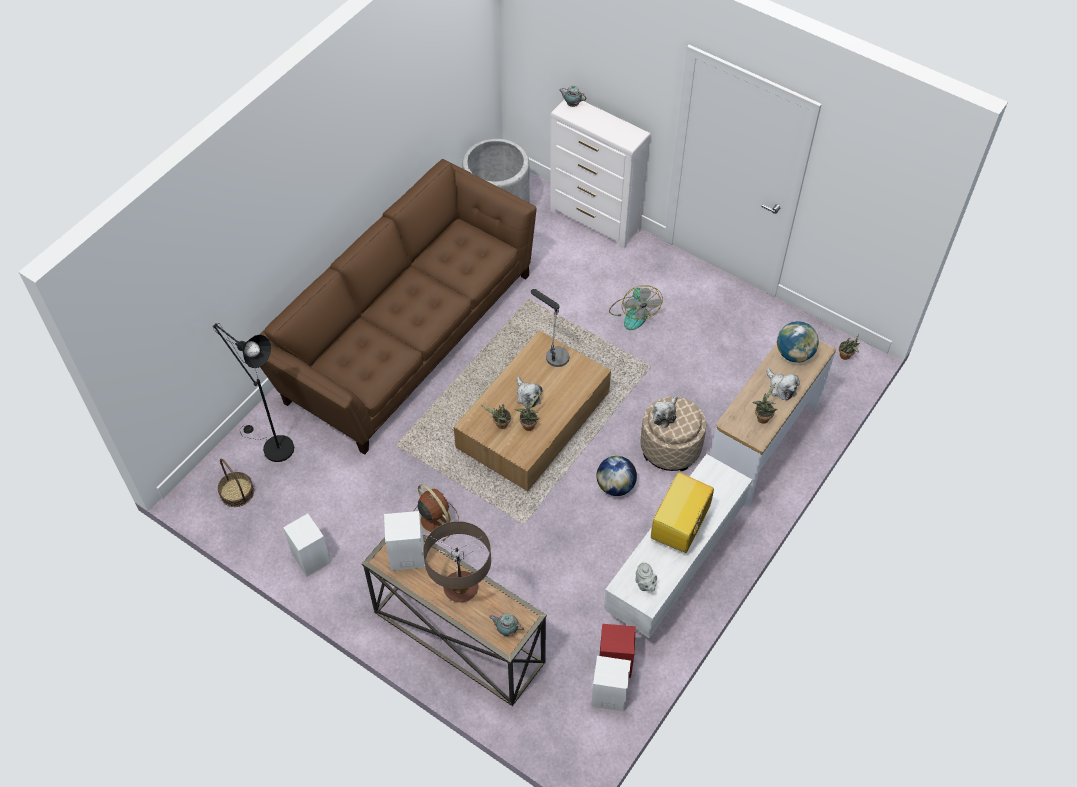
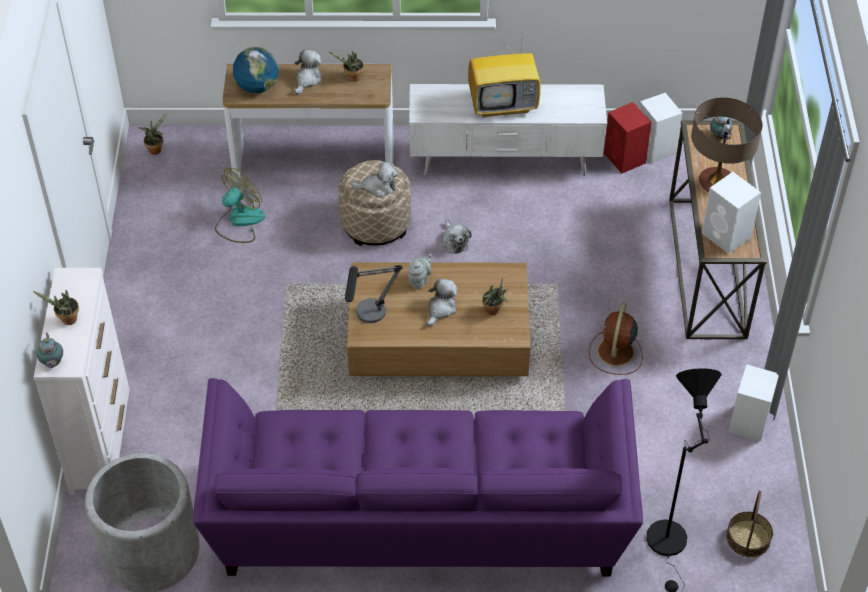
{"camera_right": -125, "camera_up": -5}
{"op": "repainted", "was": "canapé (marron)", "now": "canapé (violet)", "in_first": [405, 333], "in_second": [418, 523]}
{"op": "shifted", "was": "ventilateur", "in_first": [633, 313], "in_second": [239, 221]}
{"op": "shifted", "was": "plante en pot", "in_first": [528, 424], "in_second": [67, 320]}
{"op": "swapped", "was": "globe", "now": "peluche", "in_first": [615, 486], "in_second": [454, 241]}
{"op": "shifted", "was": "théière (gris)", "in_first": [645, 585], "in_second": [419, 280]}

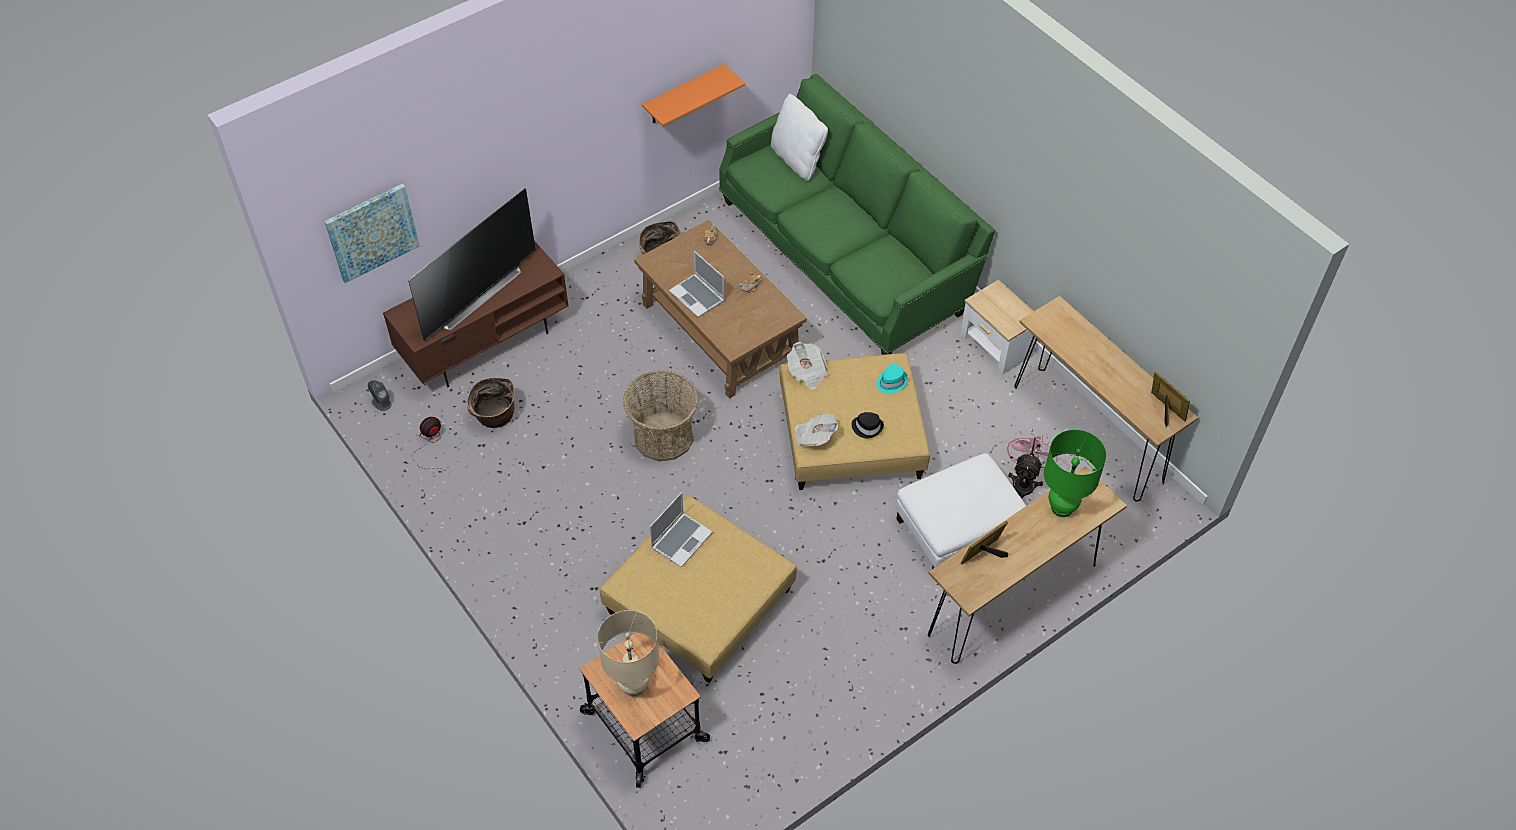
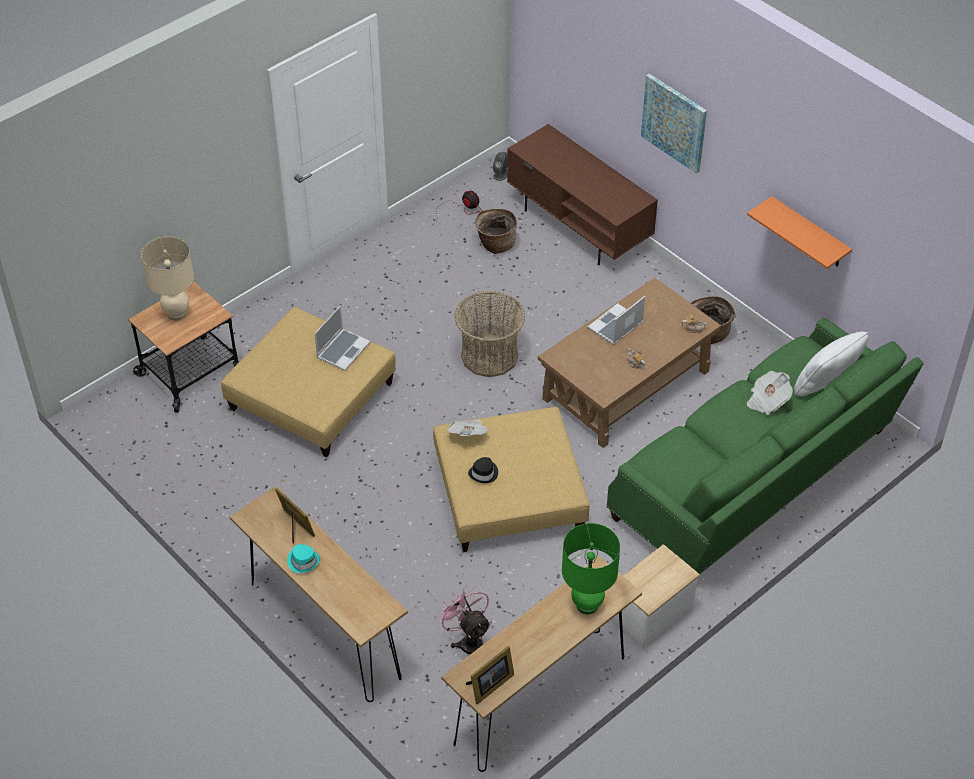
{"camera_right": 85, "camera_up": -5}
{"op": "shifted", "was": "tableau", "in_first": [372, 232], "in_second": [674, 122]}
{"op": "gone", "was": "téléviseur", "in_first": [477, 294]}
{"op": "shifted", "was": "journal", "in_first": [807, 372], "in_second": [767, 400]}
{"op": "shifted", "was": "chapeau (turquoise)", "in_first": [891, 381], "in_second": [303, 561]}
{"op": "rotated", "was": "ventilateur (rose)", "in_first": [1024, 482], "in_second": [468, 641], "clockwise": -135}
{"op": "shifted", "was": "lampe de table (vert)", "in_first": [1062, 508], "in_second": [587, 605]}
{"op": "gone", "was": "pouf (blanc)", "in_first": [958, 529]}
{"op": "rotated", "was": "ordinateur portable", "in_first": [681, 540], "in_second": [343, 350], "clockwise": -90}

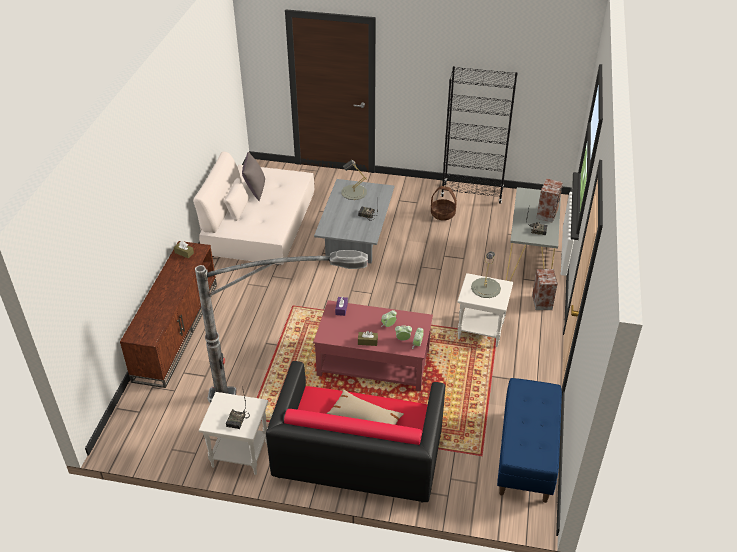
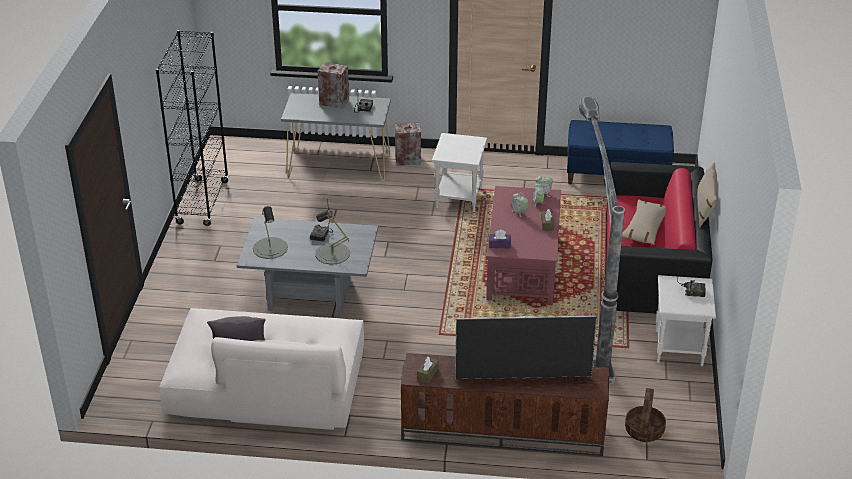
{"camera_right": -95, "camera_up": -5}
{"op": "shifted", "was": "panier", "in_first": [442, 214], "in_second": [644, 431]}
{"op": "shifted", "was": "lampe de table (gris)", "in_first": [485, 288], "in_second": [332, 253]}
{"op": "new", "now": "coussin (beige)", "in_second": [705, 207]}
{"op": "new", "now": "téléviseur", "in_second": [523, 377]}

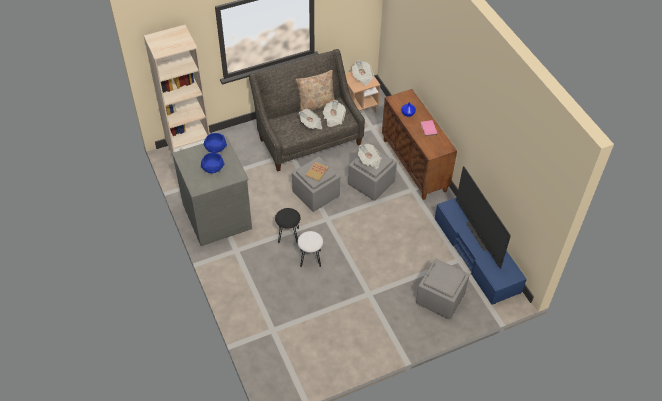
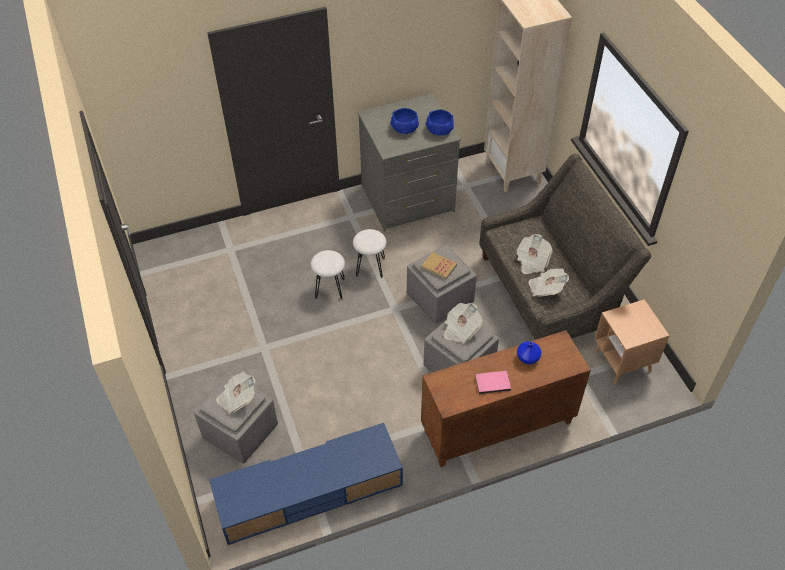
{"camera_right": 95, "camera_up": 0}
{"op": "shifted", "was": "journal", "in_first": [362, 77], "in_second": [237, 398]}
{"op": "gone", "was": "coussin (beige)", "in_first": [316, 105]}
{"op": "gone", "was": "téléviseur", "in_first": [478, 235]}
{"op": "repainted", "was": "tabouret (noir)", "now": "tabouret (blanc)", "in_first": [288, 235], "in_second": [370, 267]}

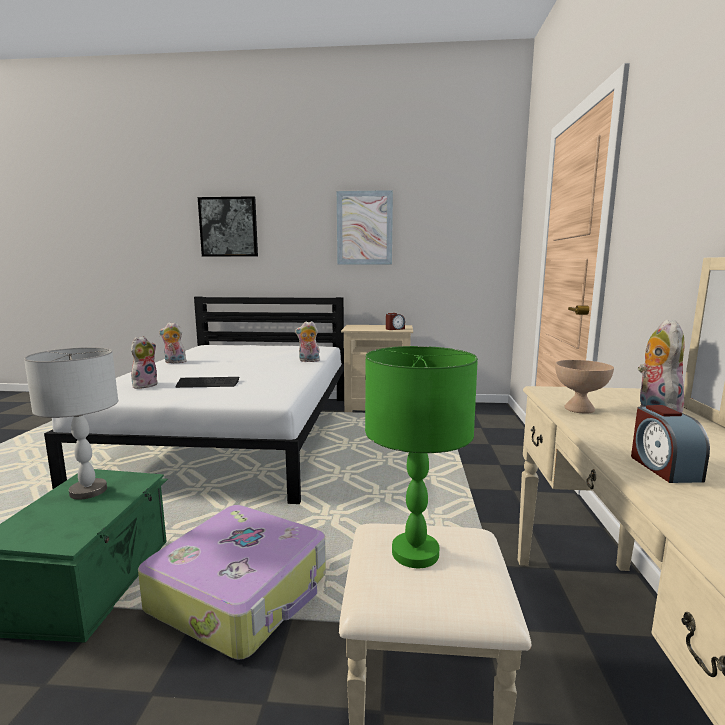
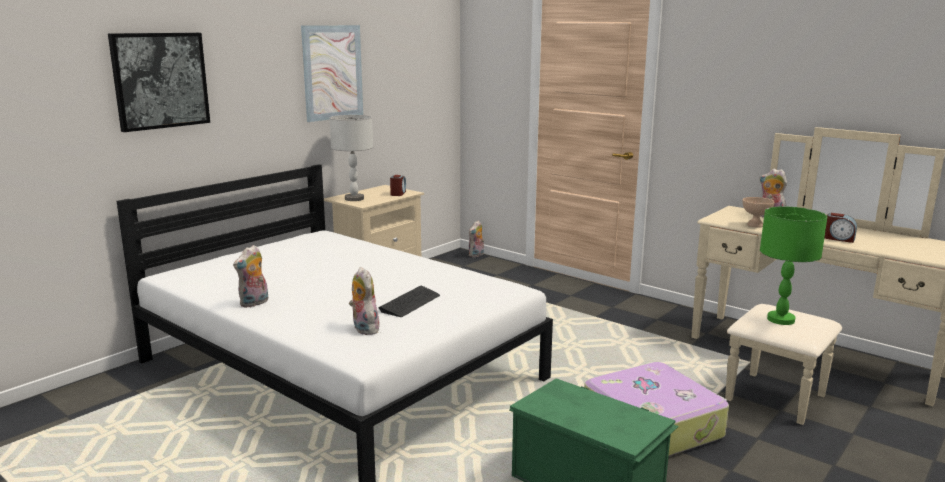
{"camera_right": -55, "camera_up": 5}
{"op": "shifted", "was": "peluche", "in_first": [308, 361], "in_second": [476, 255]}
{"op": "shifted", "was": "lampe de table (gris)", "in_first": [88, 491], "in_second": [354, 199]}

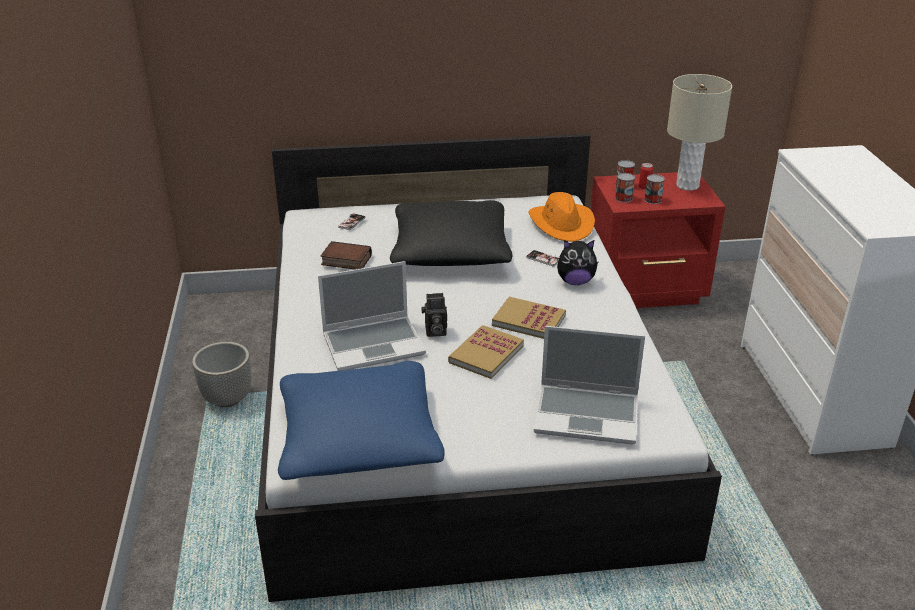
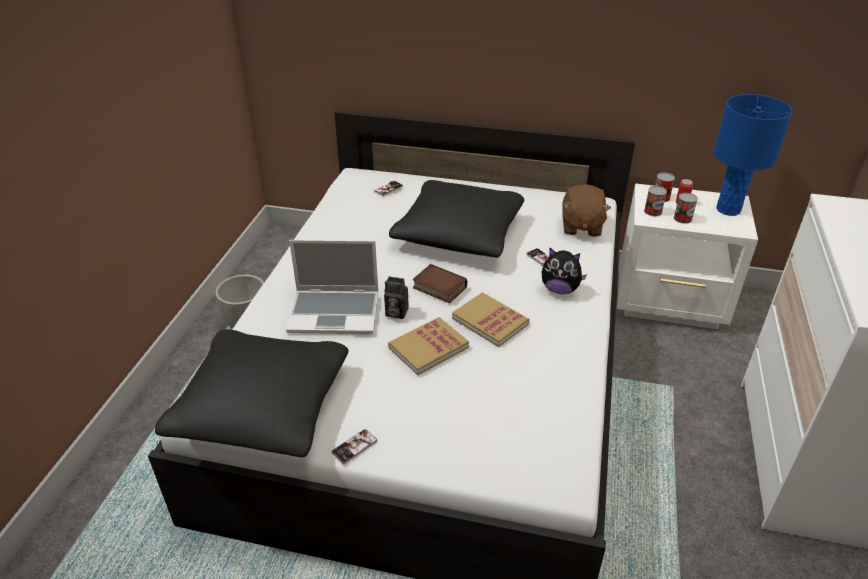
{"camera_right": 20, "camera_up": 5}
{"op": "repainted", "was": "lampe de table (beige)", "now": "lampe de table (bleu)", "in_first": [687, 185], "in_second": [728, 209]}
{"op": "repainted", "was": "table de chevet (rouge)", "now": "table de chevet (blanc)", "in_first": [647, 290], "in_second": [671, 303]}
{"op": "swapped", "was": "chapeau (orange)", "now": "peluche (marron)", "in_first": [562, 224], "in_second": [581, 226]}
{"op": "shifted", "was": "livre", "in_first": [345, 261], "in_second": [438, 288]}
{"op": "gone", "was": "ordinateur portable", "in_first": [588, 415]}
{"op": "repainted", "was": "coussin (bleu)", "now": "coussin (noir)", "in_first": [359, 439], "in_second": [262, 407]}
{"op": "new", "now": "téléphone", "in_second": [354, 447]}

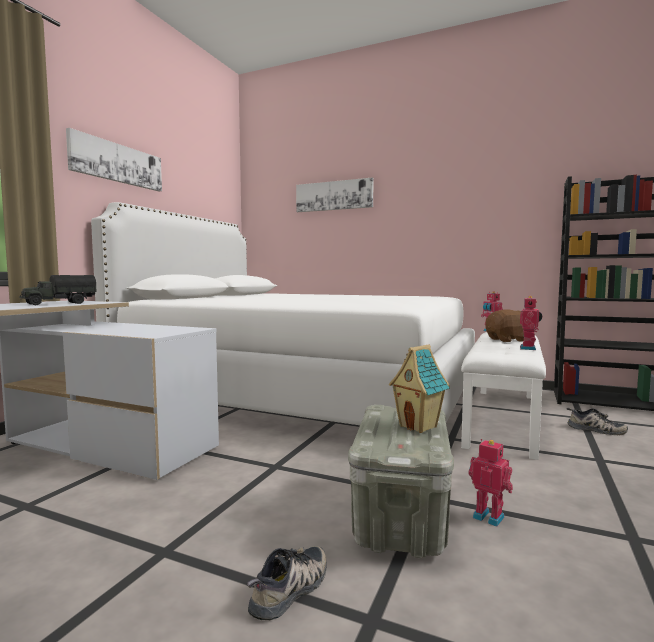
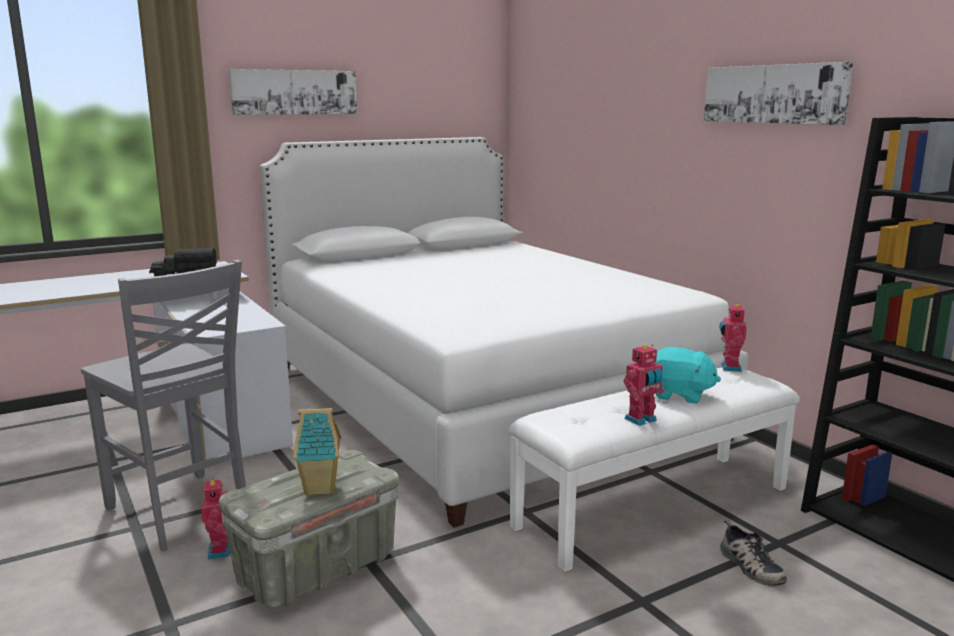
{"camera_right": 35, "camera_up": 10}
{"op": "shifted", "was": "tableau", "in_first": [334, 196], "in_second": [774, 94]}
{"op": "repainted", "was": "peluche (marron)", "now": "peluche (turquoise)", "in_first": [508, 340], "in_second": [679, 395]}
{"op": "shifted", "was": "robot jouet", "in_first": [489, 516], "in_second": [221, 551]}
{"op": "gone", "was": "chaussure", "in_first": [291, 590]}
{"op": "new", "now": "chaise (gris)", "in_second": [180, 512]}

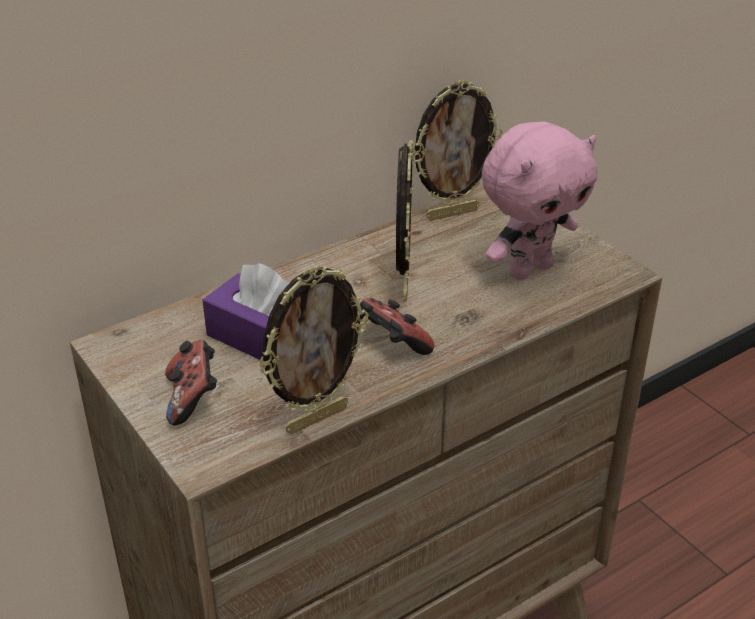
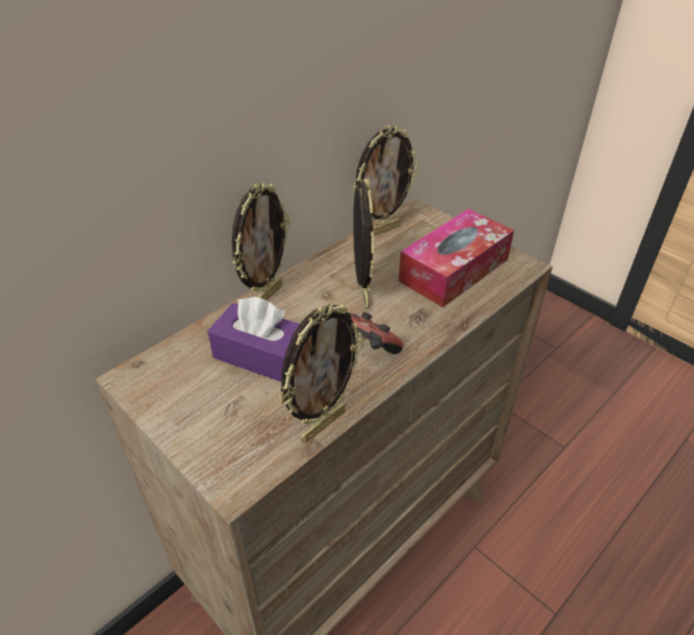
{"camera_right": -10, "camera_up": 5}
{"op": "swapped", "was": "peluche (rose)", "now": "boîte à mouchoirs", "in_first": [529, 269], "in_second": [454, 270]}
{"op": "gone", "was": "manette", "in_first": [193, 399]}
{"op": "new", "now": "cadre photo", "in_second": [266, 296]}

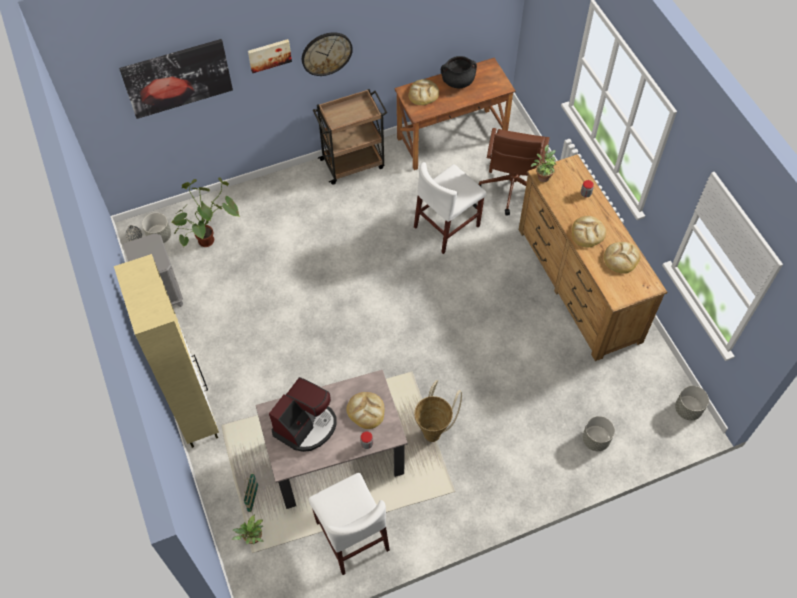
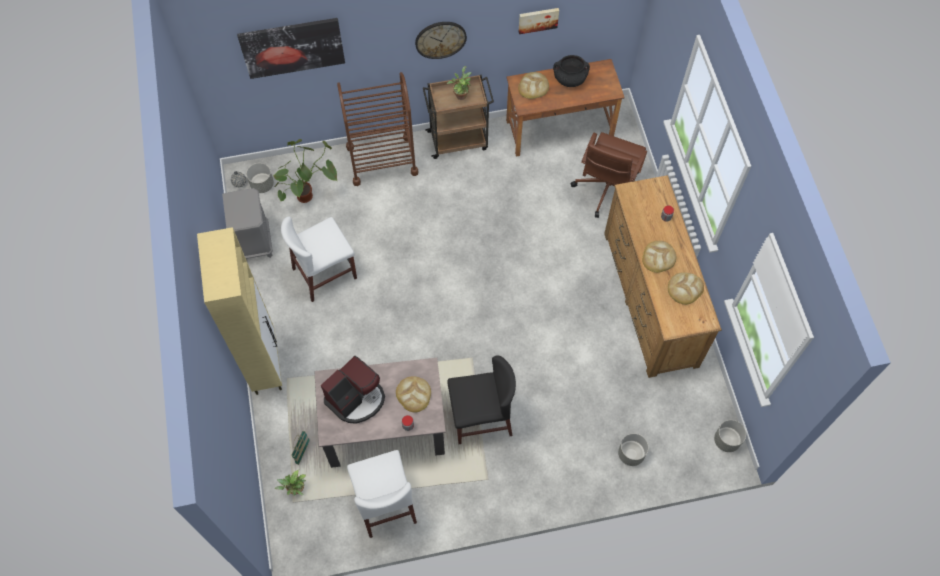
{"camera_right": 10, "camera_up": 5}
{"op": "shifted", "was": "tableau", "in_first": [269, 55], "in_second": [538, 19]}
{"op": "shifted", "was": "plante en pot", "in_first": [542, 176], "in_second": [460, 94]}
{"op": "shifted", "was": "chaise (blanc)", "in_first": [447, 226], "in_second": [324, 273]}
{"op": "swapped", "was": "panier", "now": "chaise (noir)", "in_first": [434, 430], "in_second": [481, 418]}
{"op": "new", "now": "chariot (marron)", "in_second": [382, 160]}

